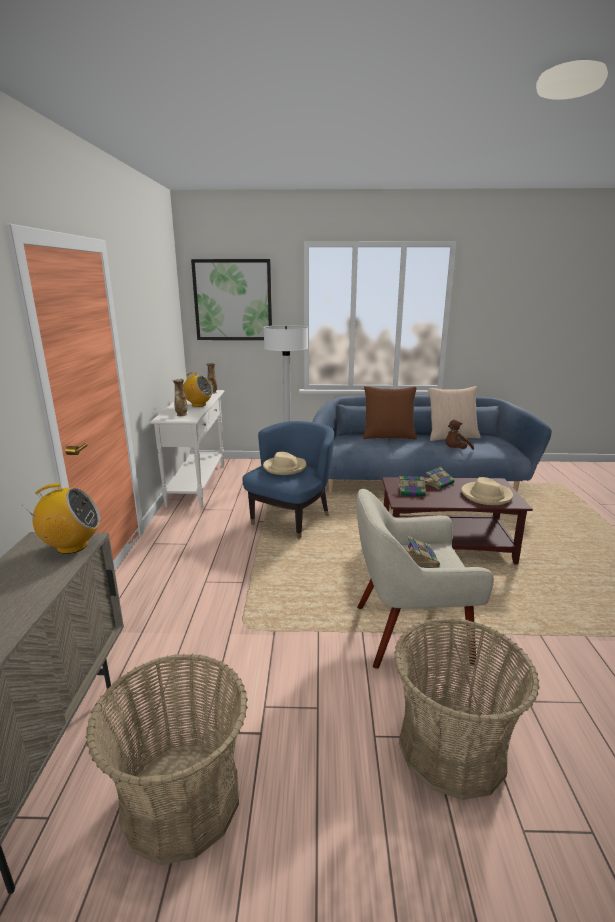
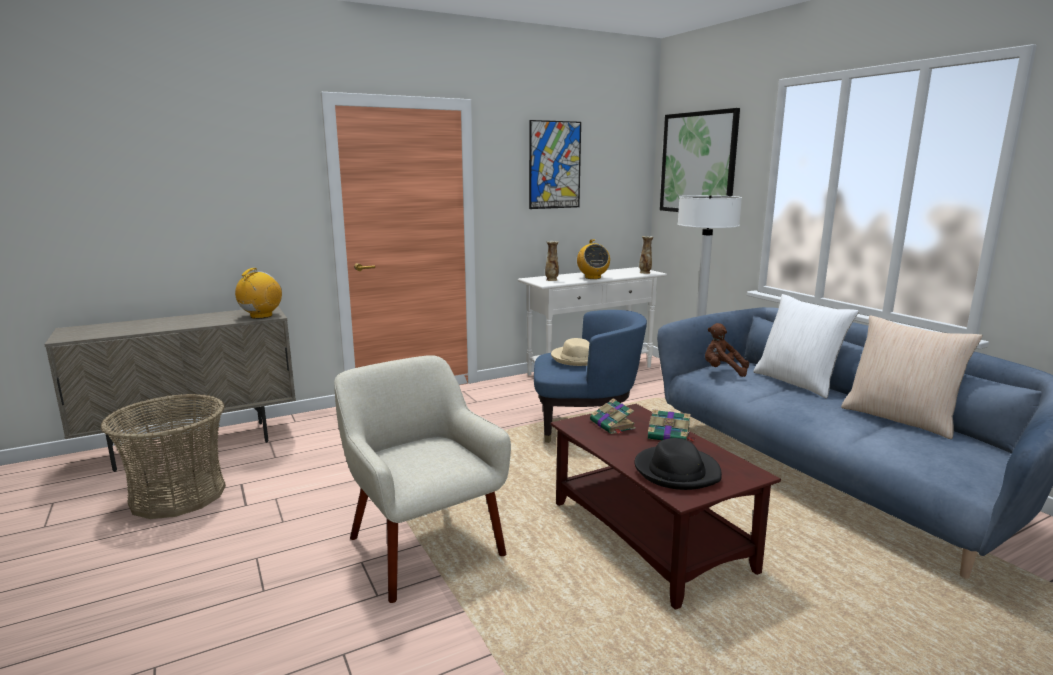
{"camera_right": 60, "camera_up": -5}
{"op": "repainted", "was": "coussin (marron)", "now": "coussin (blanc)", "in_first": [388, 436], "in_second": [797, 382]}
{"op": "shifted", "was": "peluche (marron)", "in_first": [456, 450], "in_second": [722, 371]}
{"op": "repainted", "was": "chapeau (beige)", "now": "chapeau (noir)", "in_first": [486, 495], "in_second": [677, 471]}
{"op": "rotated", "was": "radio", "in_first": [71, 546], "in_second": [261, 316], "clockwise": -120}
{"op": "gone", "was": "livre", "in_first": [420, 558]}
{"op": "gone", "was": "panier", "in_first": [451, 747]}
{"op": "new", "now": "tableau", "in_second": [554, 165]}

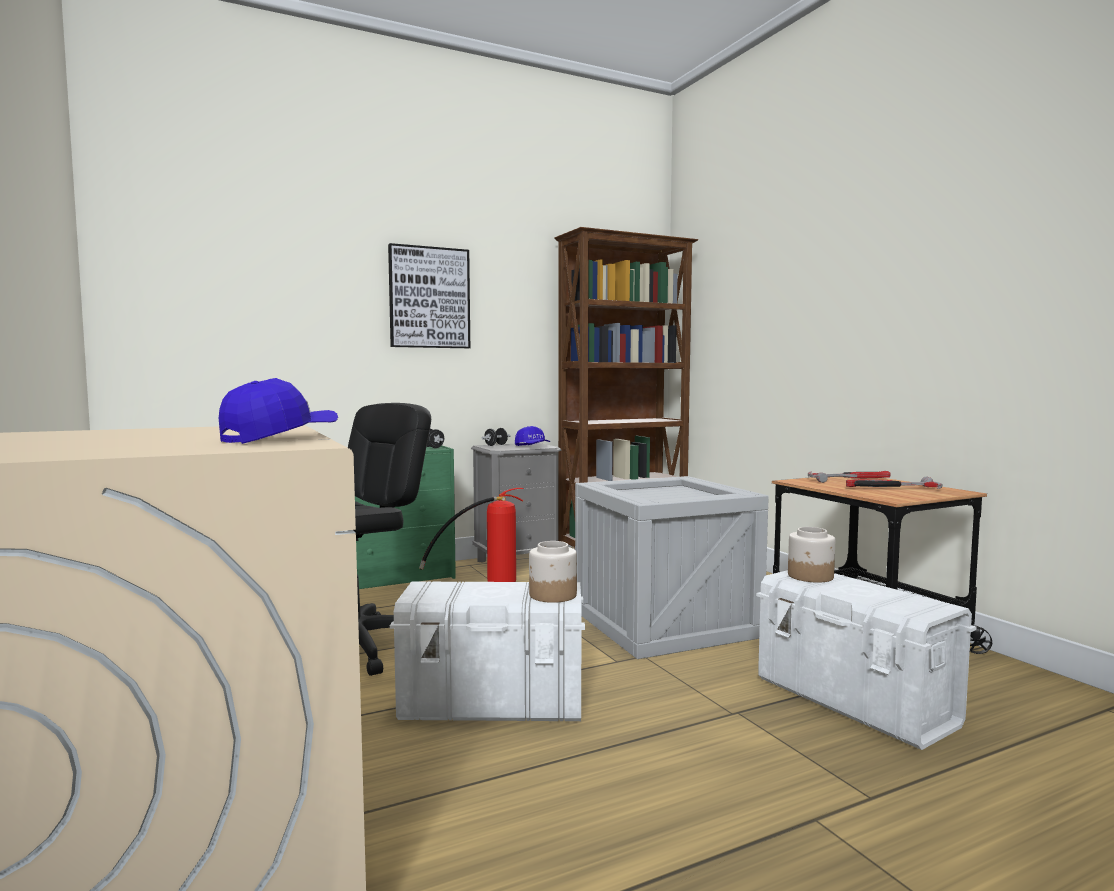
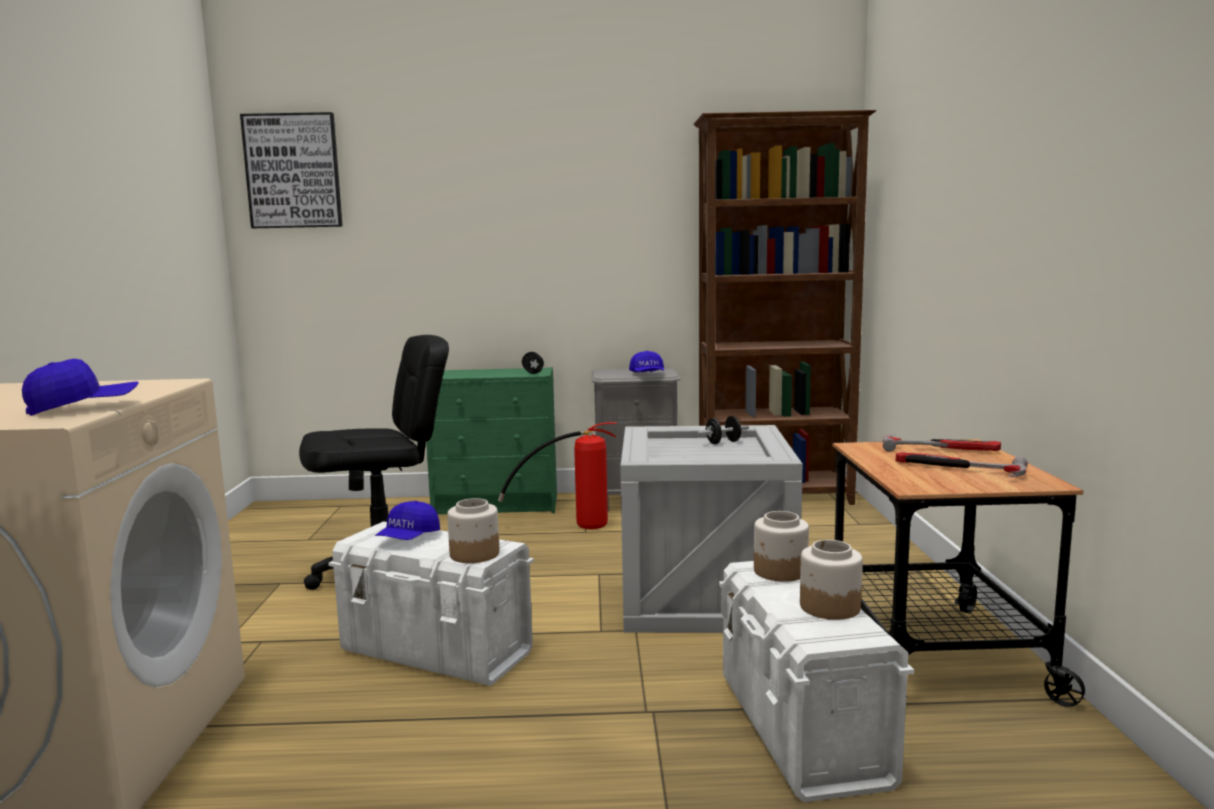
{"camera_right": 25, "camera_up": 5}
{"op": "shifted", "was": "tableau", "in_first": [429, 298], "in_second": [293, 171]}
{"op": "shifted", "was": "haltère (noir)", "in_first": [496, 445], "in_second": [723, 442]}
{"op": "new", "now": "casquette (bleu)", "in_second": [408, 538]}
{"op": "new", "now": "bocal", "in_second": [829, 607]}

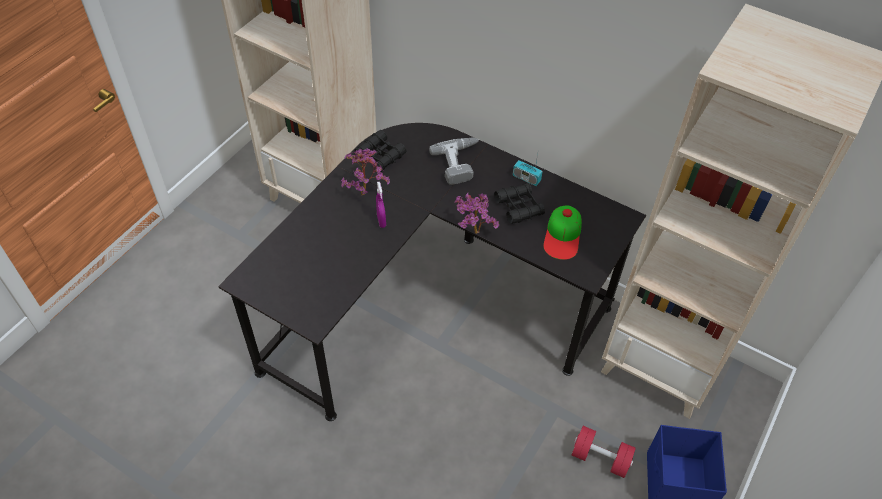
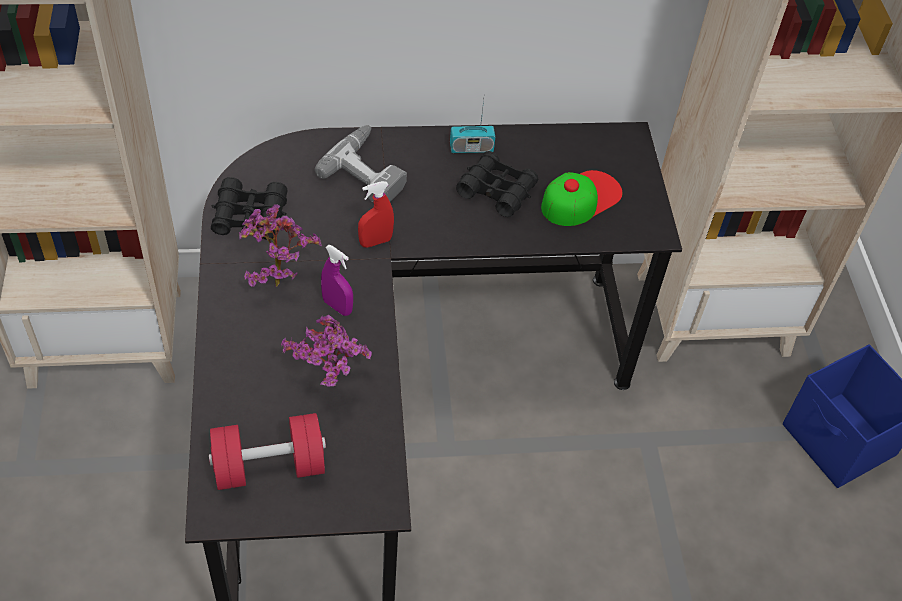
{"camera_right": -40, "camera_up": 0}
{"op": "shifted", "was": "plante en pot", "in_first": [473, 234], "in_second": [330, 385]}
{"op": "rotated", "was": "casquette", "in_first": [563, 235], "in_second": [580, 198], "clockwise": -105}
{"op": "shifted", "was": "haltère (rouge)", "in_first": [600, 458], "in_second": [269, 466]}
{"op": "new", "now": "vaporisateur (rouge)", "in_second": [375, 242]}

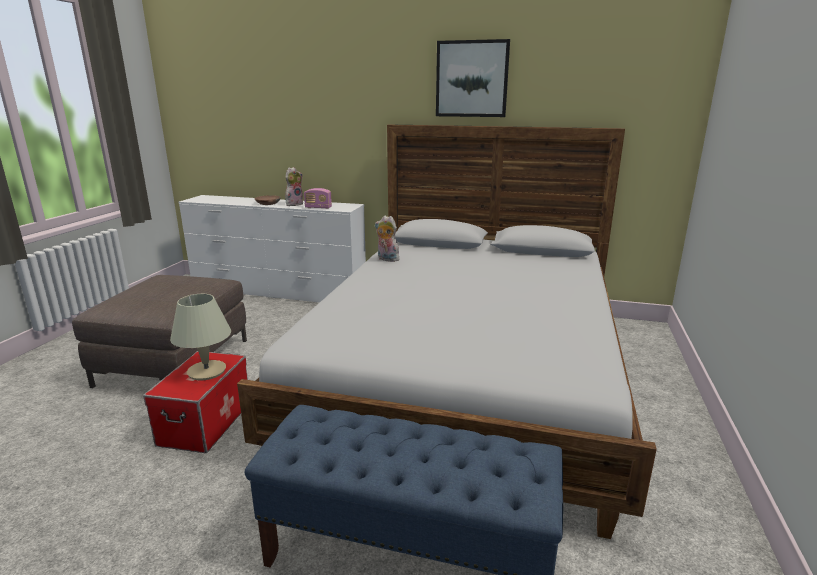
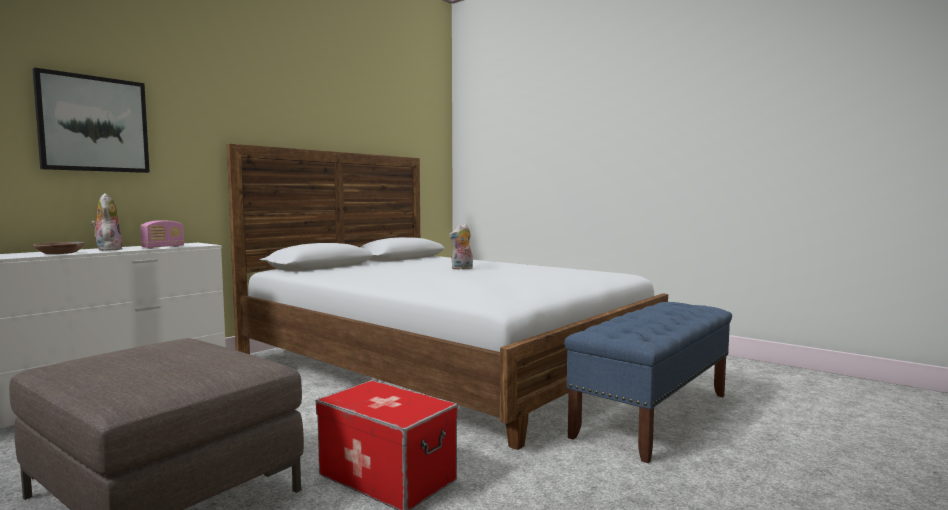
{"camera_right": -65, "camera_up": -15}
{"op": "shifted", "was": "tableau", "in_first": [472, 79], "in_second": [93, 124]}
{"op": "shifted", "was": "peluche", "in_first": [387, 259], "in_second": [462, 268]}
{"op": "gone", "was": "lampe de table (beige)", "in_first": [207, 371]}

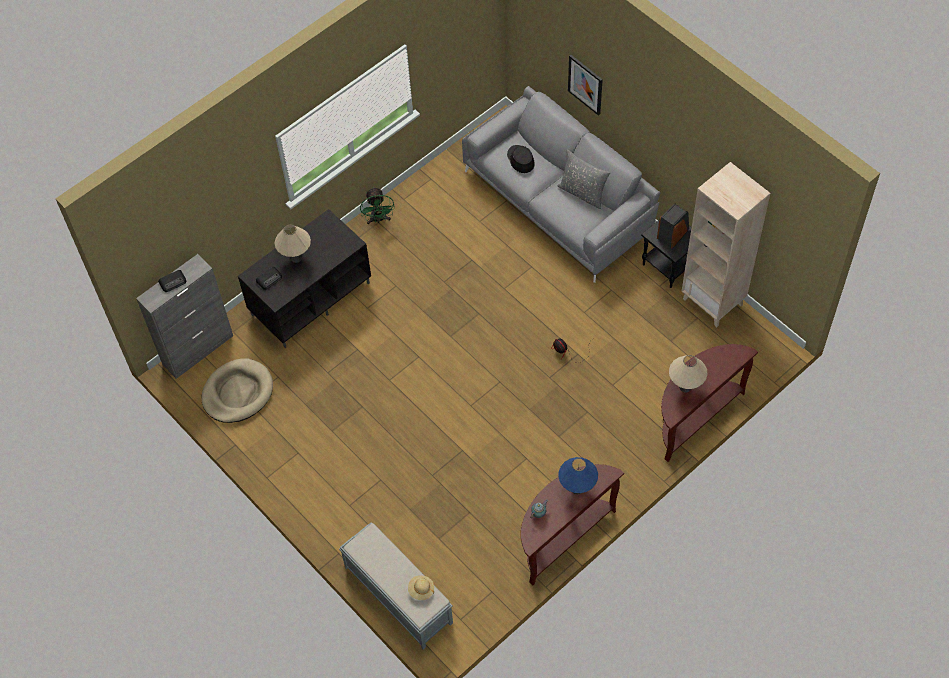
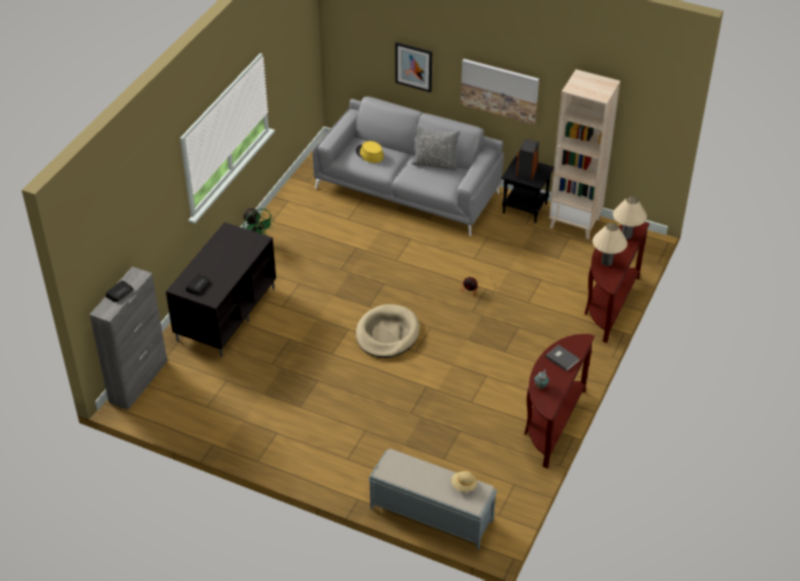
{"camera_right": -25, "camera_up": -15}
{"op": "repainted", "was": "chapeau (noir)", "now": "chapeau (jaune)", "in_first": [520, 159], "in_second": [369, 154]}
{"op": "shifted", "was": "lampe de table (beige)", "in_first": [296, 257], "in_second": [626, 235]}
{"op": "shifted", "was": "panier pour chien (beige)", "in_first": [237, 393], "in_second": [387, 334]}
{"op": "swapped", "was": "lampe de table (bleu)", "now": "livre (gris)", "in_first": [577, 488], "in_second": [562, 358]}
{"op": "new", "now": "tableau", "in_second": [499, 90]}

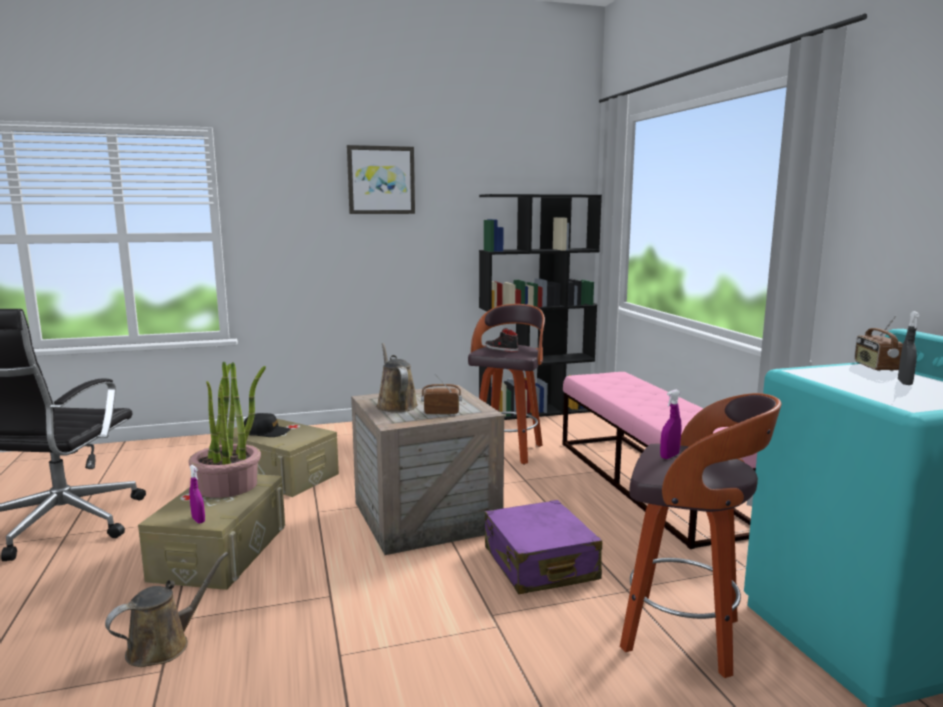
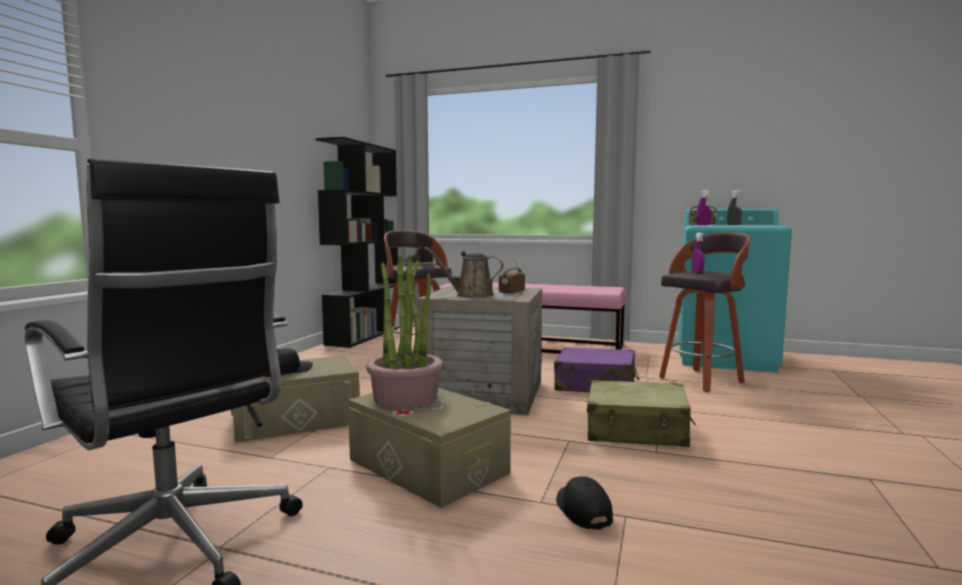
{"camera_right": -55, "camera_up": -5}
{"op": "gone", "was": "tableau", "in_first": [381, 180]}
{"op": "shifted", "was": "vaporisateur (violet)", "in_first": [198, 520], "in_second": [703, 225]}
{"op": "swapped", "was": "arrosoir (marron)", "now": "casquette (noir)", "in_first": [164, 645], "in_second": [582, 510]}
{"op": "new", "now": "valise (beige)", "in_second": [636, 430]}

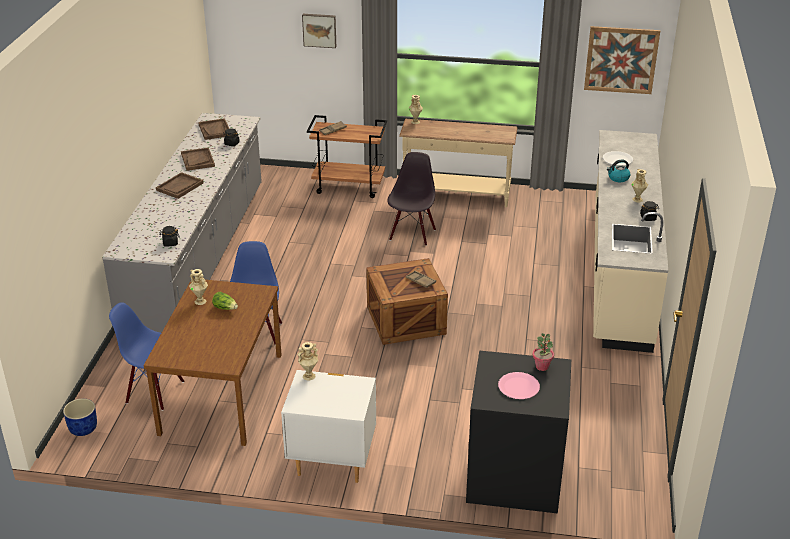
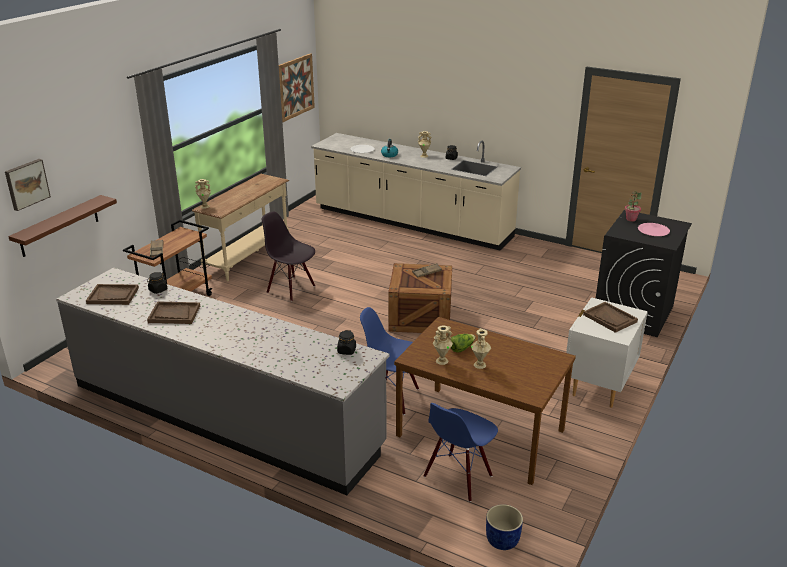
{"camera_right": -70, "camera_up": -5}
{"op": "shifted", "was": "tableau", "in_first": [319, 30], "in_second": [26, 184]}
{"op": "shifted", "was": "plateau (marron)", "in_first": [180, 187], "in_second": [610, 318]}
{"op": "shifted", "was": "vase (beige)", "in_first": [309, 376], "in_second": [480, 365]}
{"op": "new", "now": "étagère (marron)", "in_second": [59, 226]}

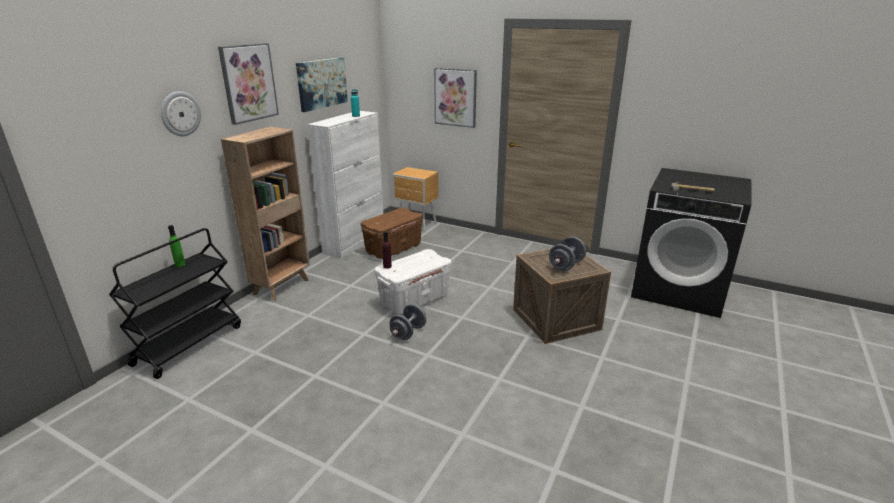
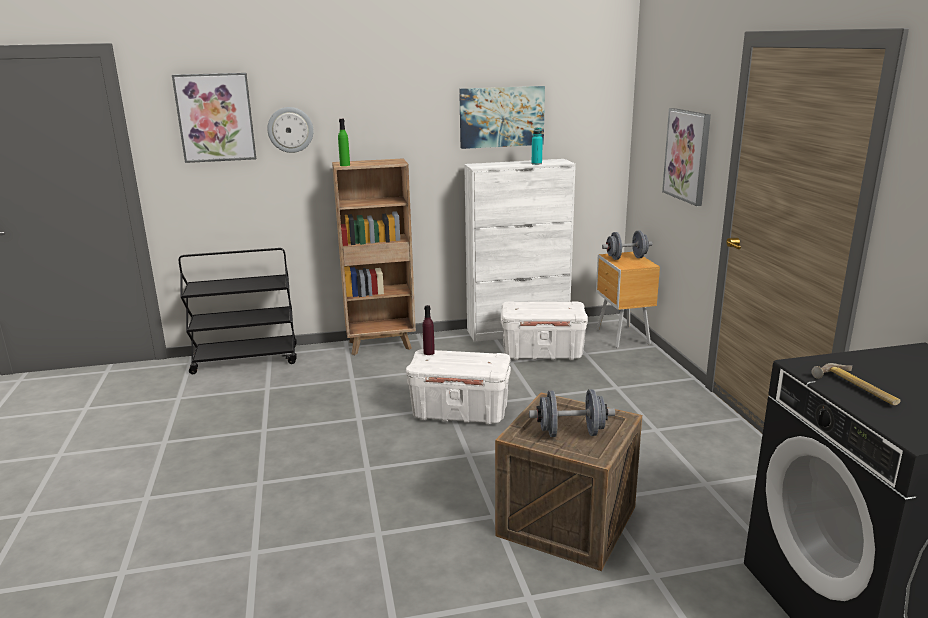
{"camera_right": 50, "camera_up": -5}
{"op": "shifted", "was": "tableau", "in_first": [248, 83], "in_second": [215, 117]}
{"op": "repainted", "was": "boîte de rangement (marron)", "now": "boîte de rangement (blanc)", "in_first": [393, 248], "in_second": [543, 353]}
{"op": "shifted", "was": "bouteille (vert)", "in_first": [180, 264], "in_second": [345, 165]}
{"op": "shifted", "was": "haltère (gris)", "in_first": [408, 332], "in_second": [626, 258]}

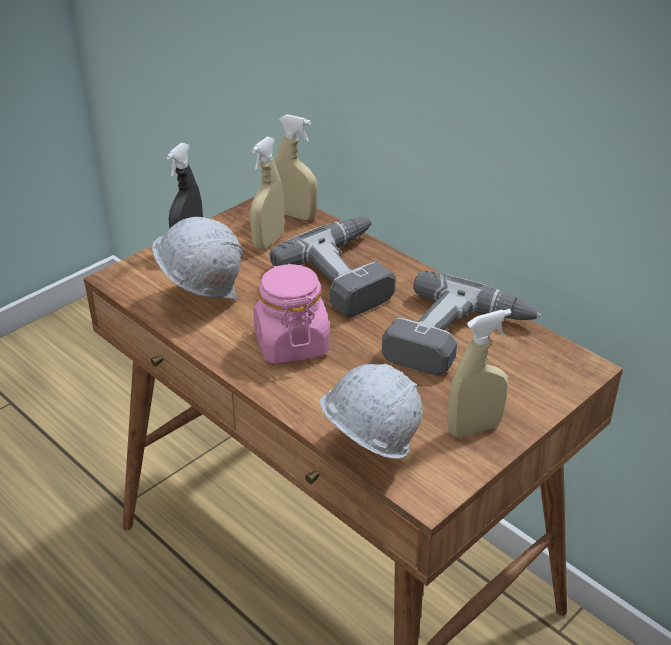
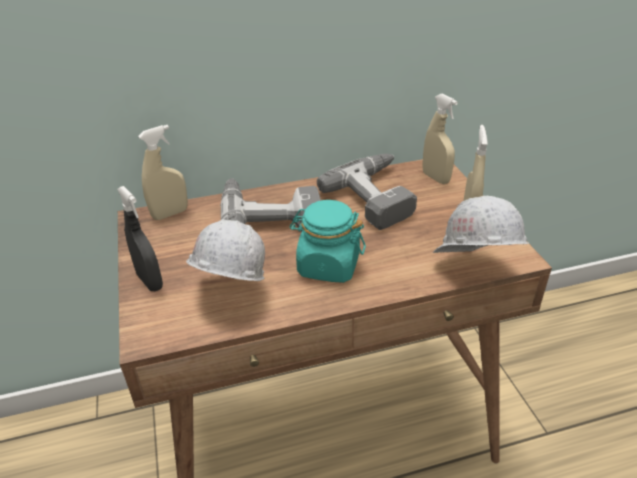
{"camera_right": -60, "camera_up": 0}
{"op": "shifted", "was": "vaporisateur (beige)", "in_first": [268, 241], "in_second": [435, 178]}
{"op": "repainted", "was": "bocal (rose)", "now": "bocal (turquoise)", "in_first": [291, 343], "in_second": [328, 266]}

